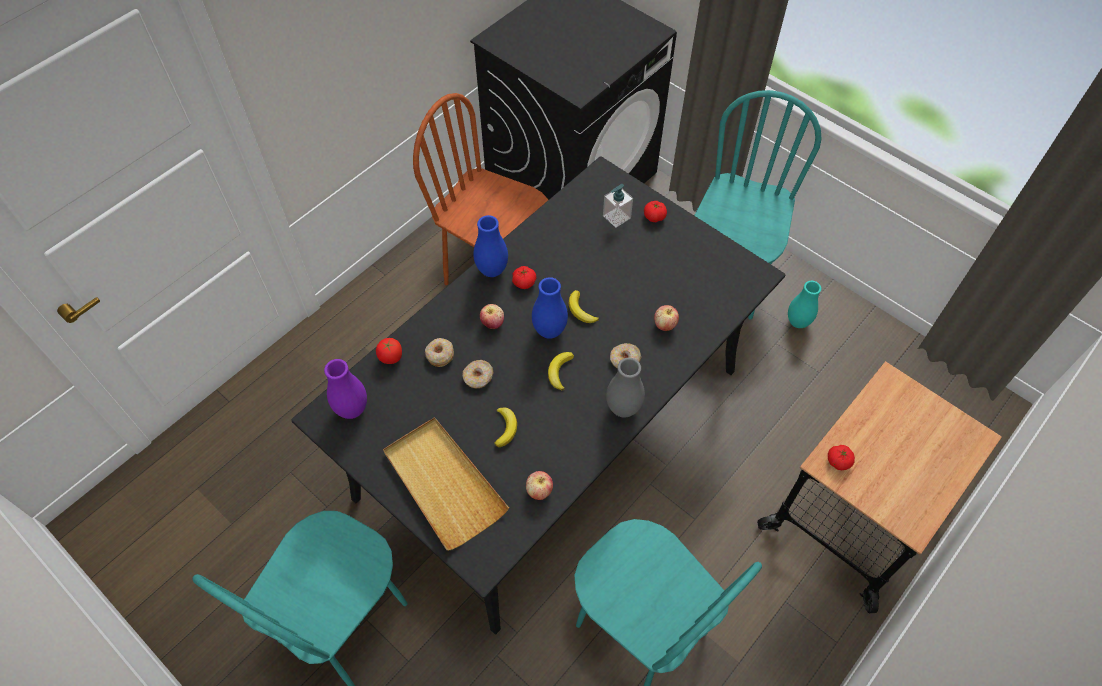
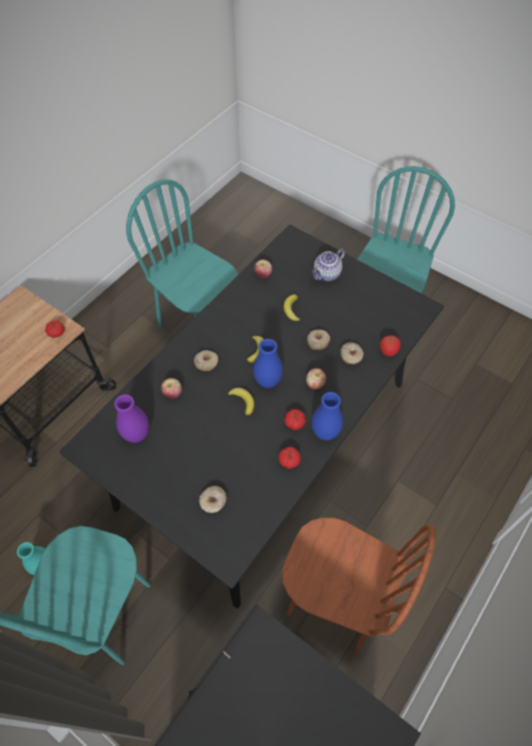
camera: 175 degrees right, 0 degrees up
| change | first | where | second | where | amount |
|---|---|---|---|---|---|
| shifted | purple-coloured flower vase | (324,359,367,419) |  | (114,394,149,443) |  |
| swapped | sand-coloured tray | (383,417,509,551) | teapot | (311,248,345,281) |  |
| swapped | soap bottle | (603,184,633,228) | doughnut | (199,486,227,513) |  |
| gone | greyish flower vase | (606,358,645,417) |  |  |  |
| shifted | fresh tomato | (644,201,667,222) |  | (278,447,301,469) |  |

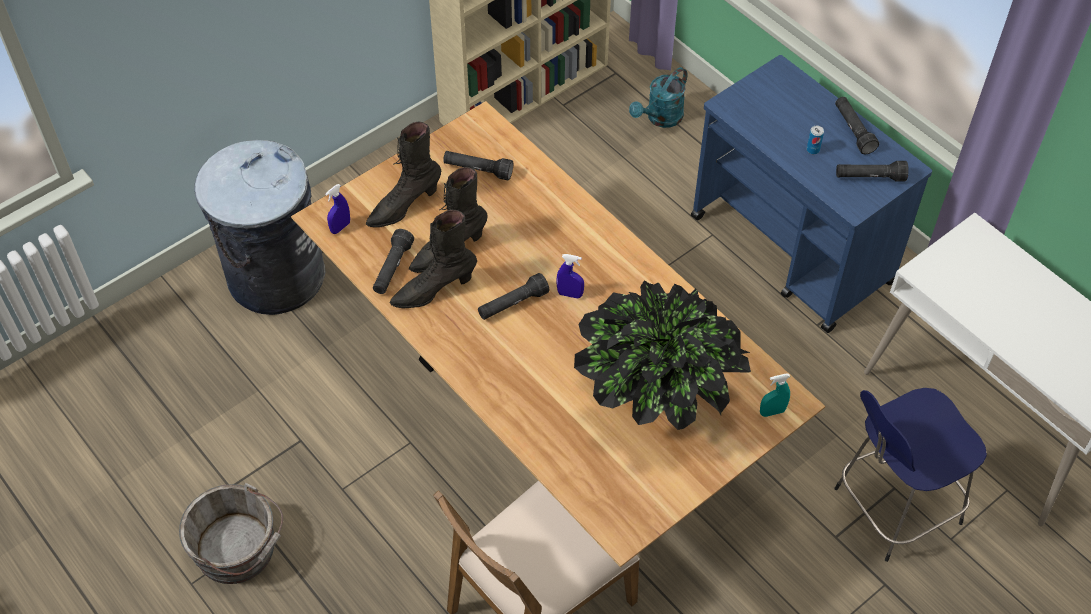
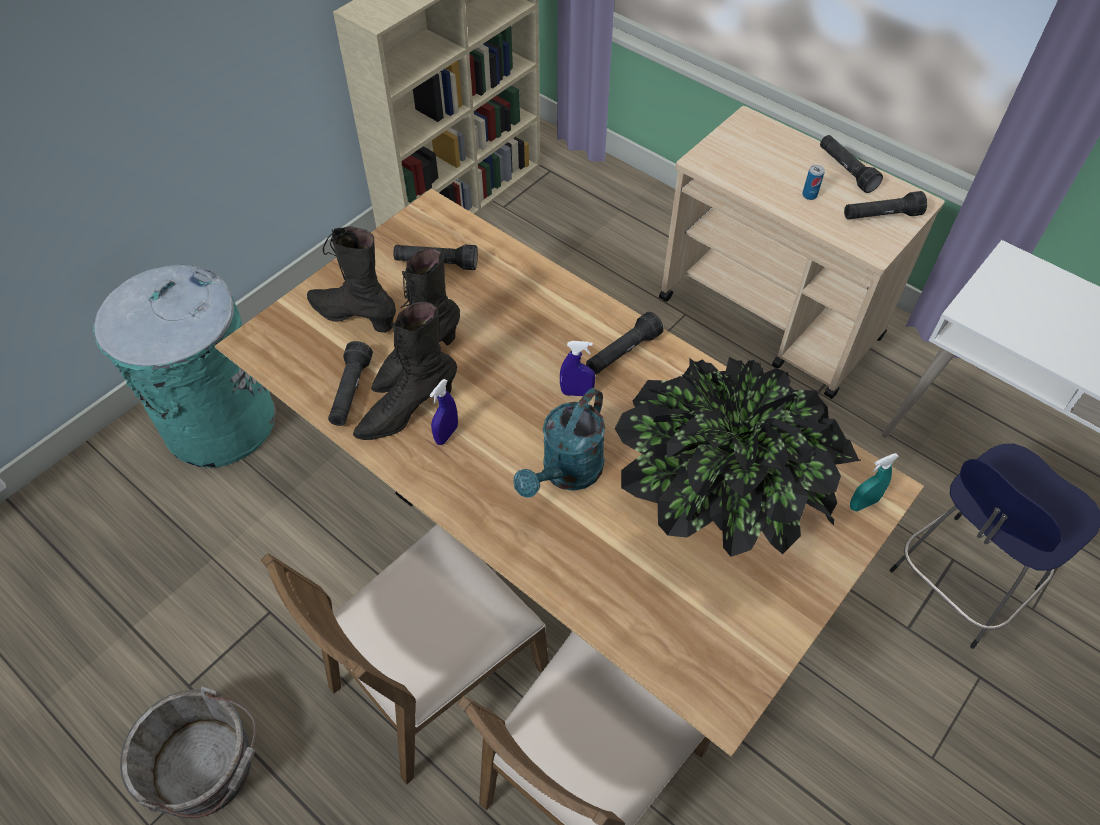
camera: 10 degrees left, 0 degrees up
| change | first | where | second | where | amount |
|---|---|---|---|---|---|
| repainted | greyish rubbish bin | (194,140,325,315) | turquoise rubbish bin | (93,265,276,468) |  |
| shifted | blue-coloured spray bottle | (325,184,350,234) |  | (430,379,458,445) |  |
| rotated | black boot | (366,121,441,228) |  | (307,226,396,333) | 75 degrees clockwise |
| shifted | black hand torch | (478,273,549,320) |  | (586,312,664,375) |  |
| shifted | turquoise watering can | (629,67,688,128) |  | (514,388,605,498) |  |
| repainted | blue-coloured cart | (691,55,932,333) | sand-coloured cart | (659,106,945,399) |  |
| new |  |  | brown chair | (261,524,549,785) |  |

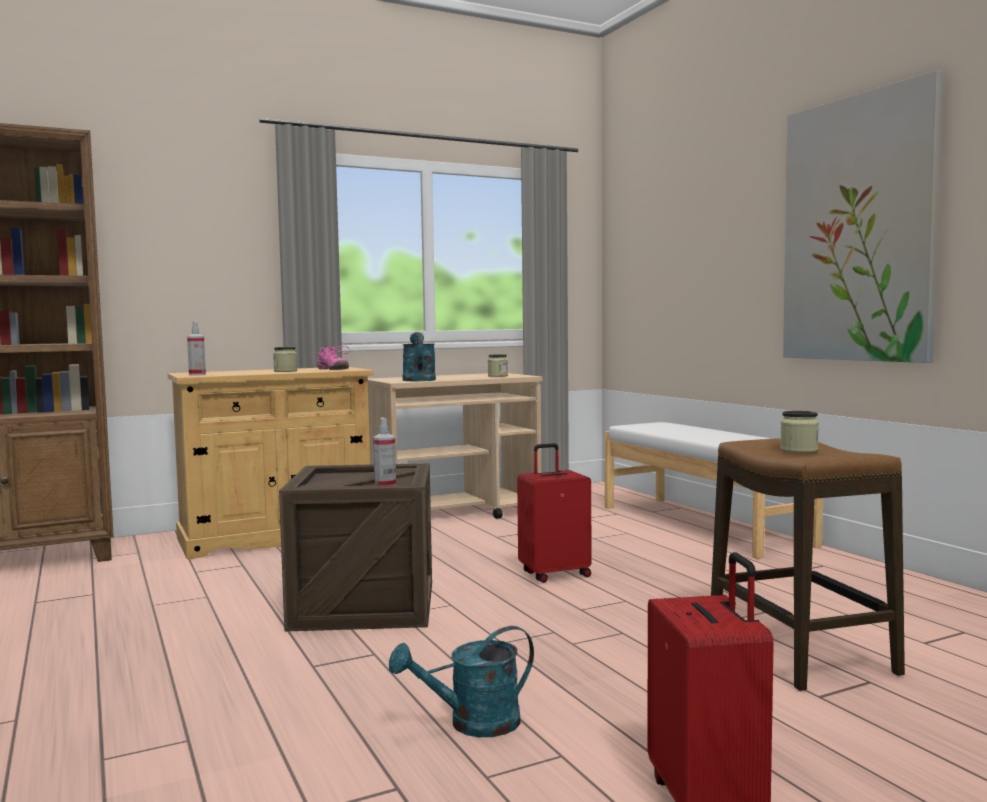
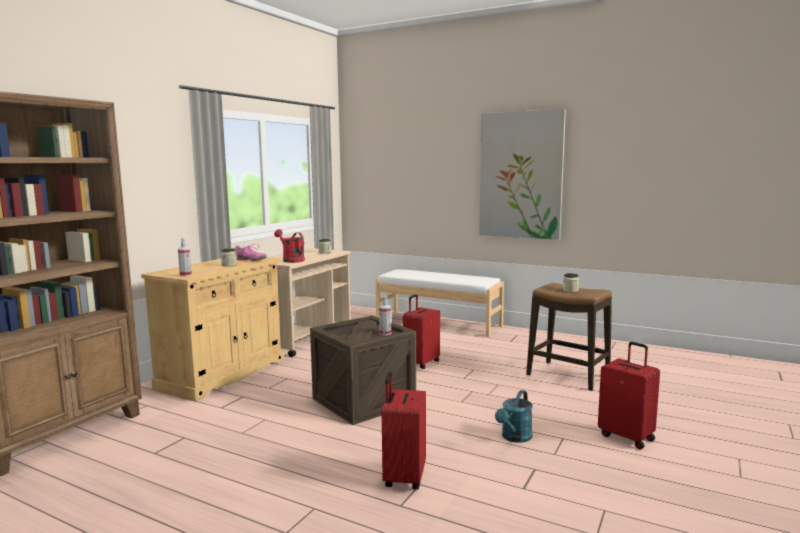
camera: 35 degrees left, 5 degrees up
| change | first | where | second | where | amount |
|---|---|---|---|---|---|
| repainted | turquoise watering can | (403,332,436,381) | red-coloured watering can | (274,229,305,263) |  |
| new |  |  | red-coloured travel case | (382,372,426,489) |  |

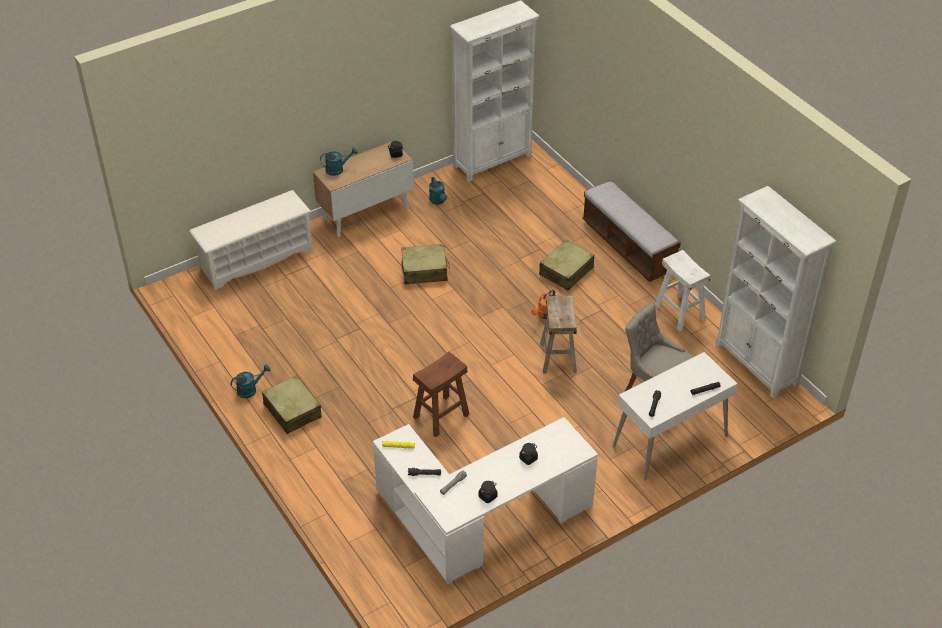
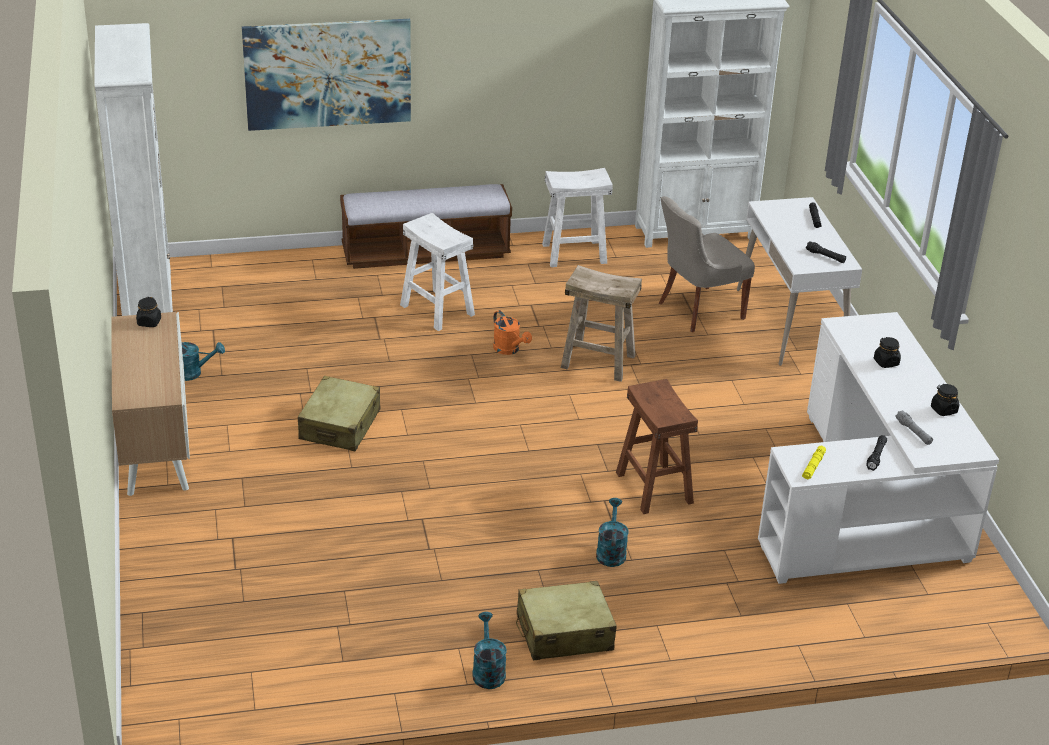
camera: 70 degrees left, 10 degrees down
| change | first | where | second | where | amount |
|---|---|---|---|---|---|
| gone | whitish shoe rack | (189,190,313,290) |  |  |  |
| shifted | turquoise watering can | (320,147,358,176) |  | (596,498,629,567) |  |
| swapped | sand-coloured travel case | (539,239,594,291) | whitish stool seat | (400,213,475,331) |  |
| new |  |  | picture | (242,19,411,131) |  |

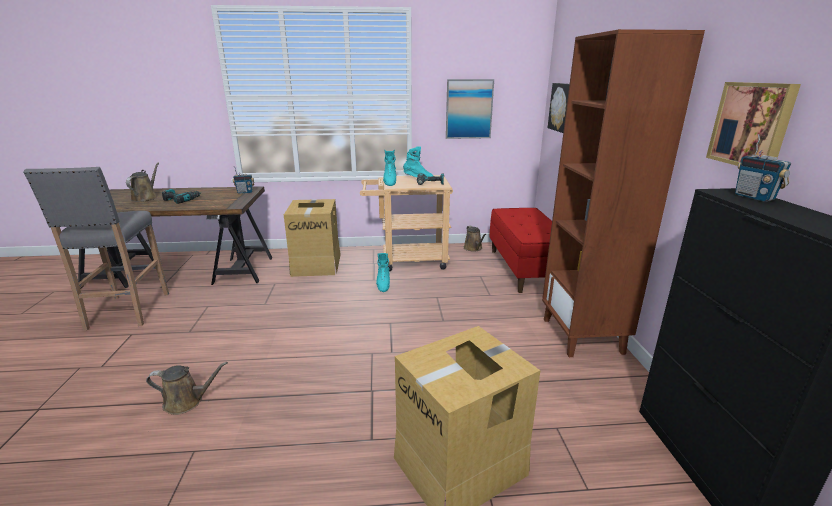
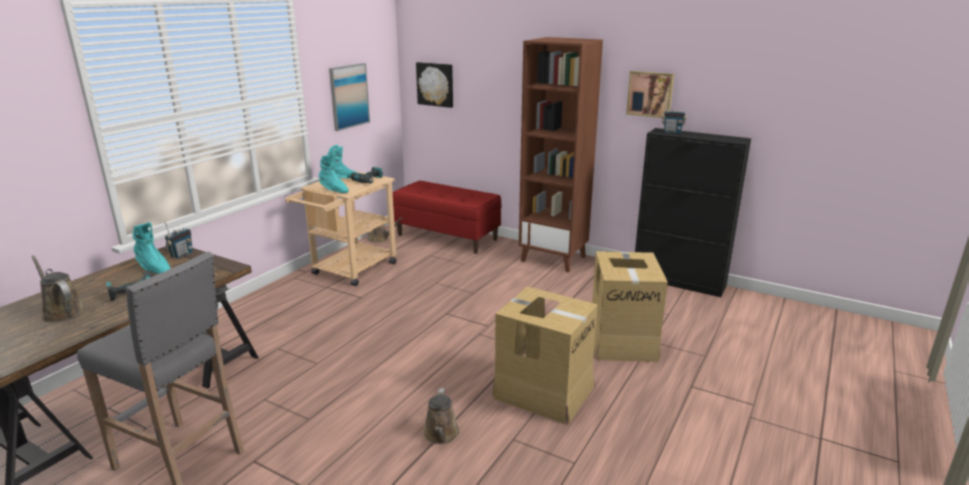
camera: 55 degrees left, 0 degrees up
| change | first | where | second | where | amount |
|---|---|---|---|---|---|
| rotated | brown watering can | (146,362,228,415) |  | (424,388,459,444) | 150 degrees clockwise |
| shifted | packing box | (284,199,341,277) |  | (492,286,598,424) |  |
| shifted | turquoise boot | (376,253,390,292) |  | (133,222,171,274) |  |

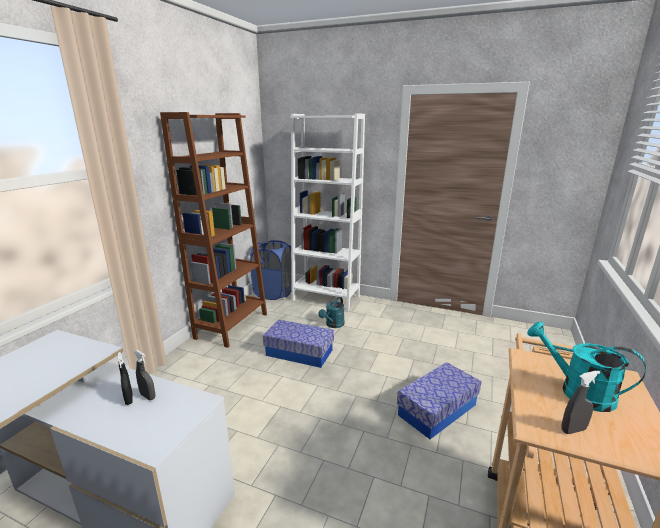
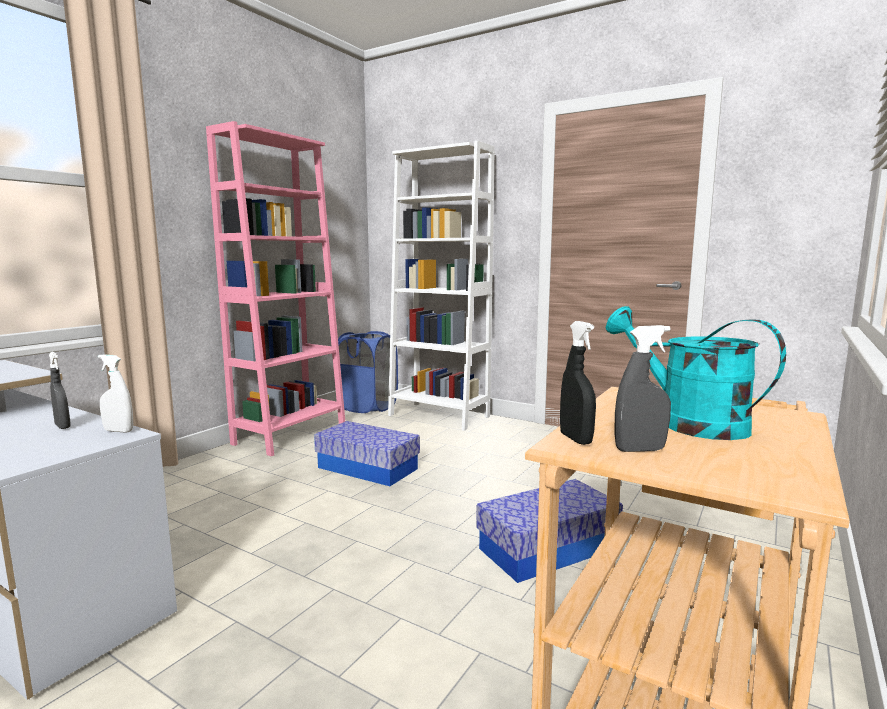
camera: 10 degrees right, 10 degrees down
| change | first | where | second | where | amount |
|---|---|---|---|---|---|
| shifted | black spray bottle | (117,352,133,405) |  | (560,321,596,445) |  |
| repainted | brown bookshelf | (160,112,267,348) | pinkish bookshelf | (206,121,345,456) |  |
| gone | turquoise watering can | (318,297,345,328) |  |  |  |
| new |  |  | whitish spray bottle | (98,354,133,433) |  |

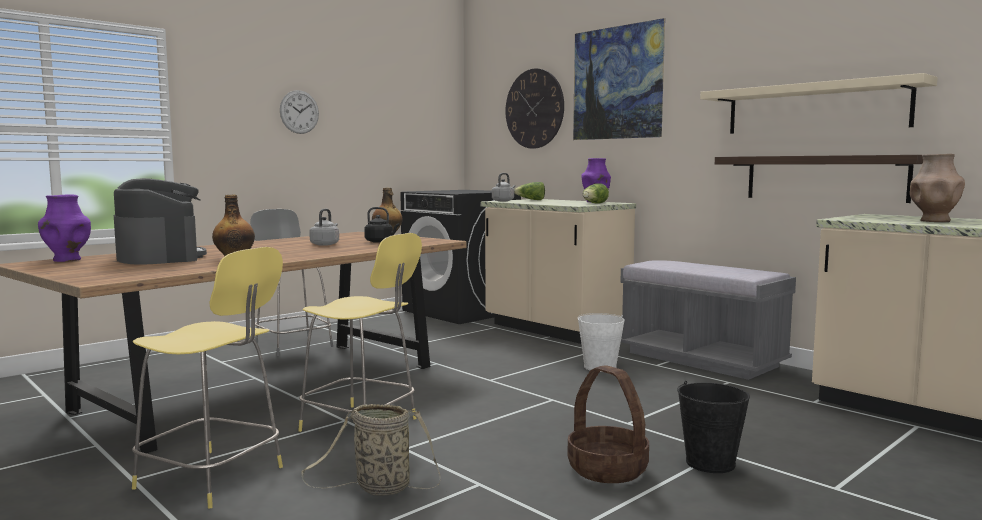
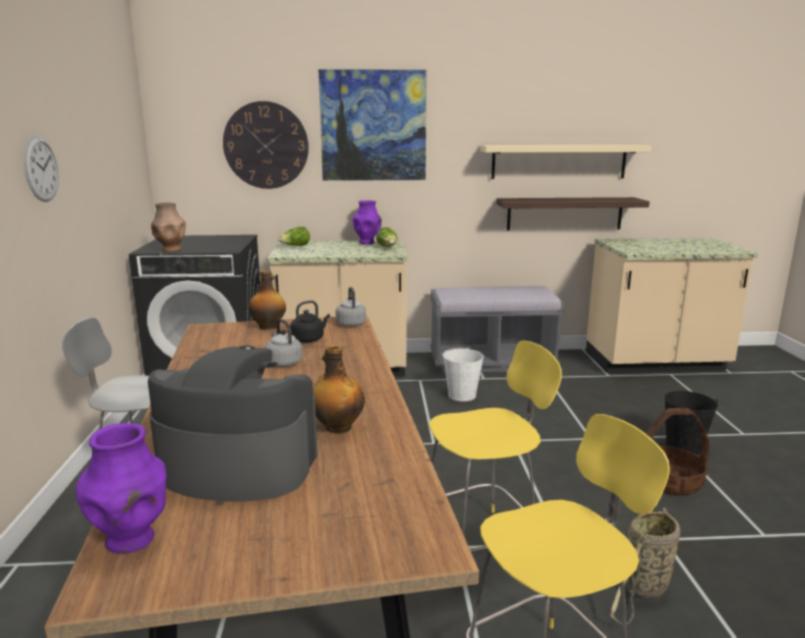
camera: 50 degrees left, 10 degrees up
| change | first | where | second | where | amount |
|---|---|---|---|---|---|
| shifted | greyish tea kettle | (492,173,515,201) |  | (336,287,366,327) |  |
| shifted | brown flower vase | (910,154,965,222) |  | (151,202,186,252) |  |

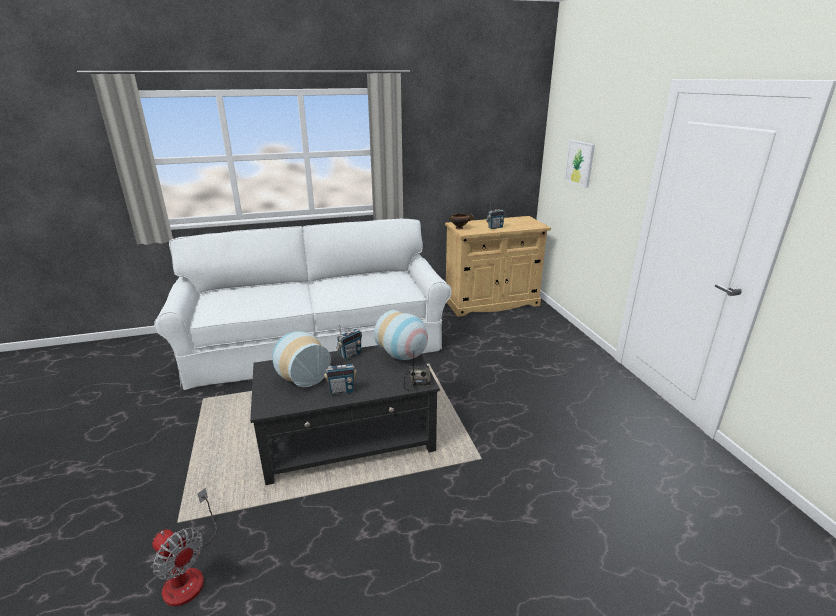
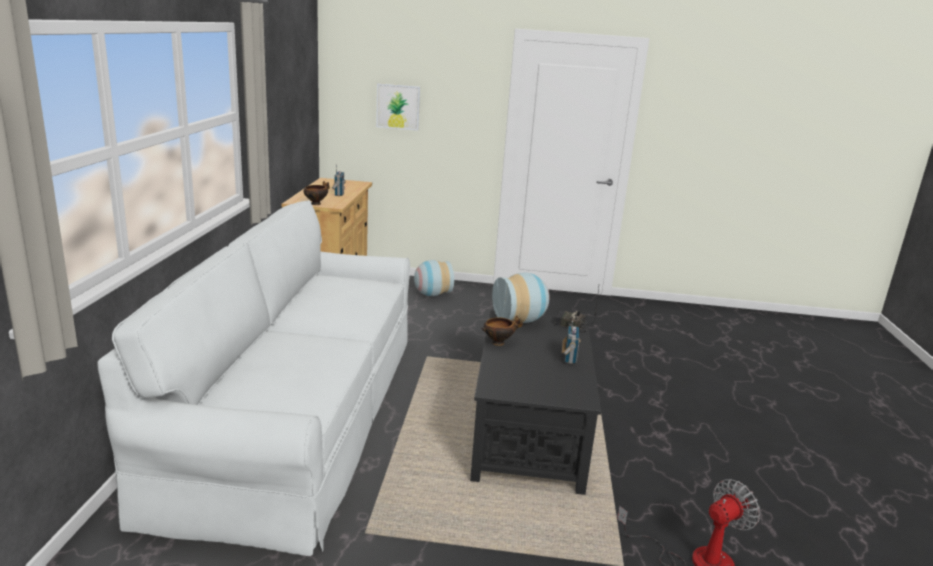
camera: 70 degrees left, 5 degrees down
| change | first | where | second | where | amount |
|---|---|---|---|---|---|
| shifted | flower vase | (272,331,331,387) |  | (414,260,454,296) |  |
| swapped | radio set | (336,324,362,360) | deep dish | (481,316,523,346) |  |

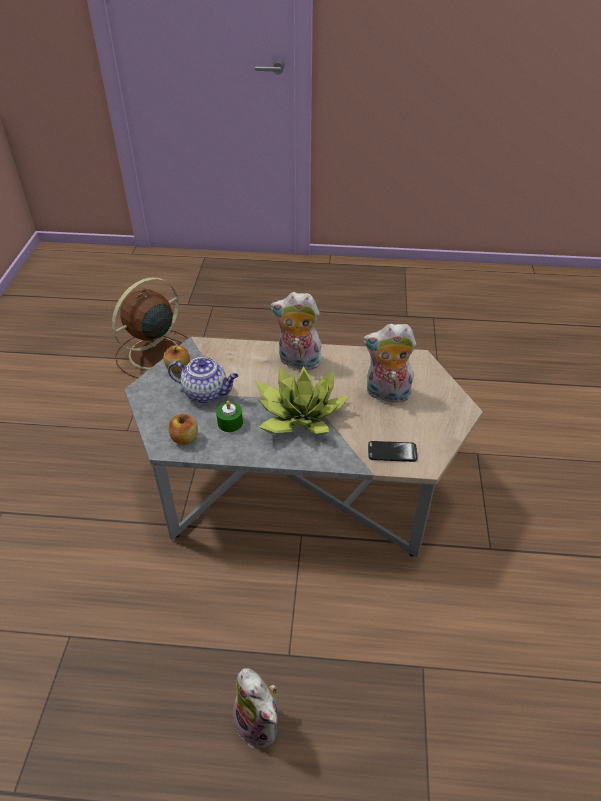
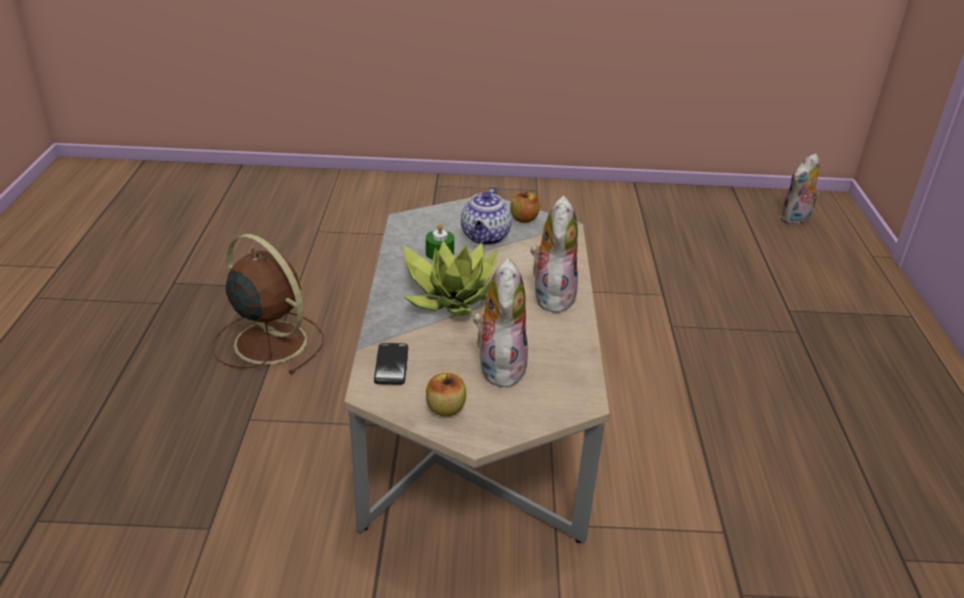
camera: 85 degrees right, 10 degrees down
| change | first | where | second | where | amount |
|---|---|---|---|---|---|
| shifted | brown electric fan | (112,277,188,378) |  | (212,234,323,374) |  |
| shifted | apple fruit | (169,414,198,445) |  | (426,373,466,417) |  |
| shifted | soft toy | (233,668,278,748) |  | (779,153,820,225) |  |

